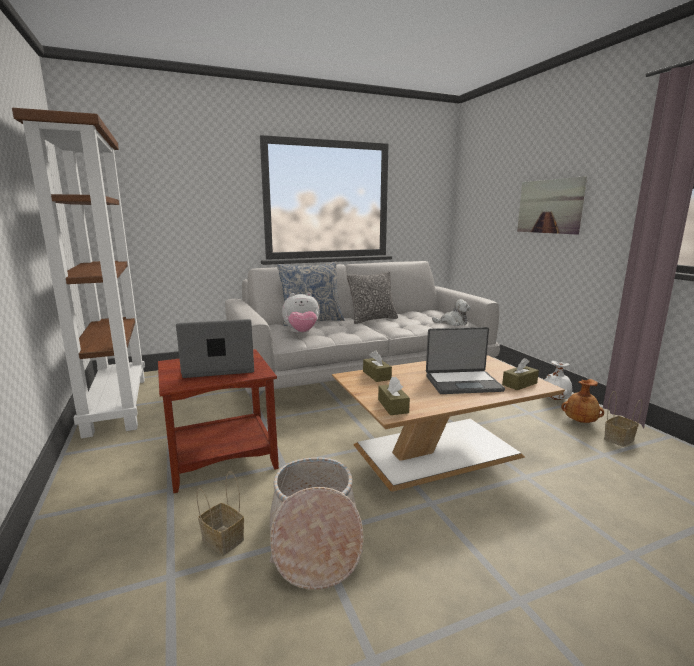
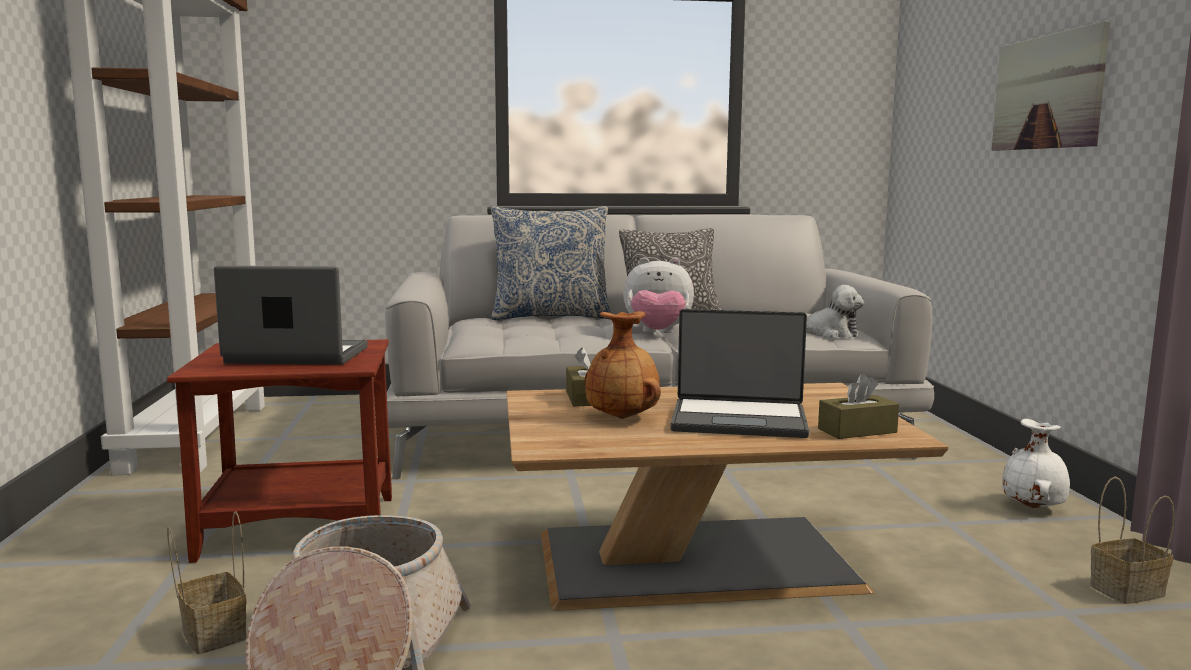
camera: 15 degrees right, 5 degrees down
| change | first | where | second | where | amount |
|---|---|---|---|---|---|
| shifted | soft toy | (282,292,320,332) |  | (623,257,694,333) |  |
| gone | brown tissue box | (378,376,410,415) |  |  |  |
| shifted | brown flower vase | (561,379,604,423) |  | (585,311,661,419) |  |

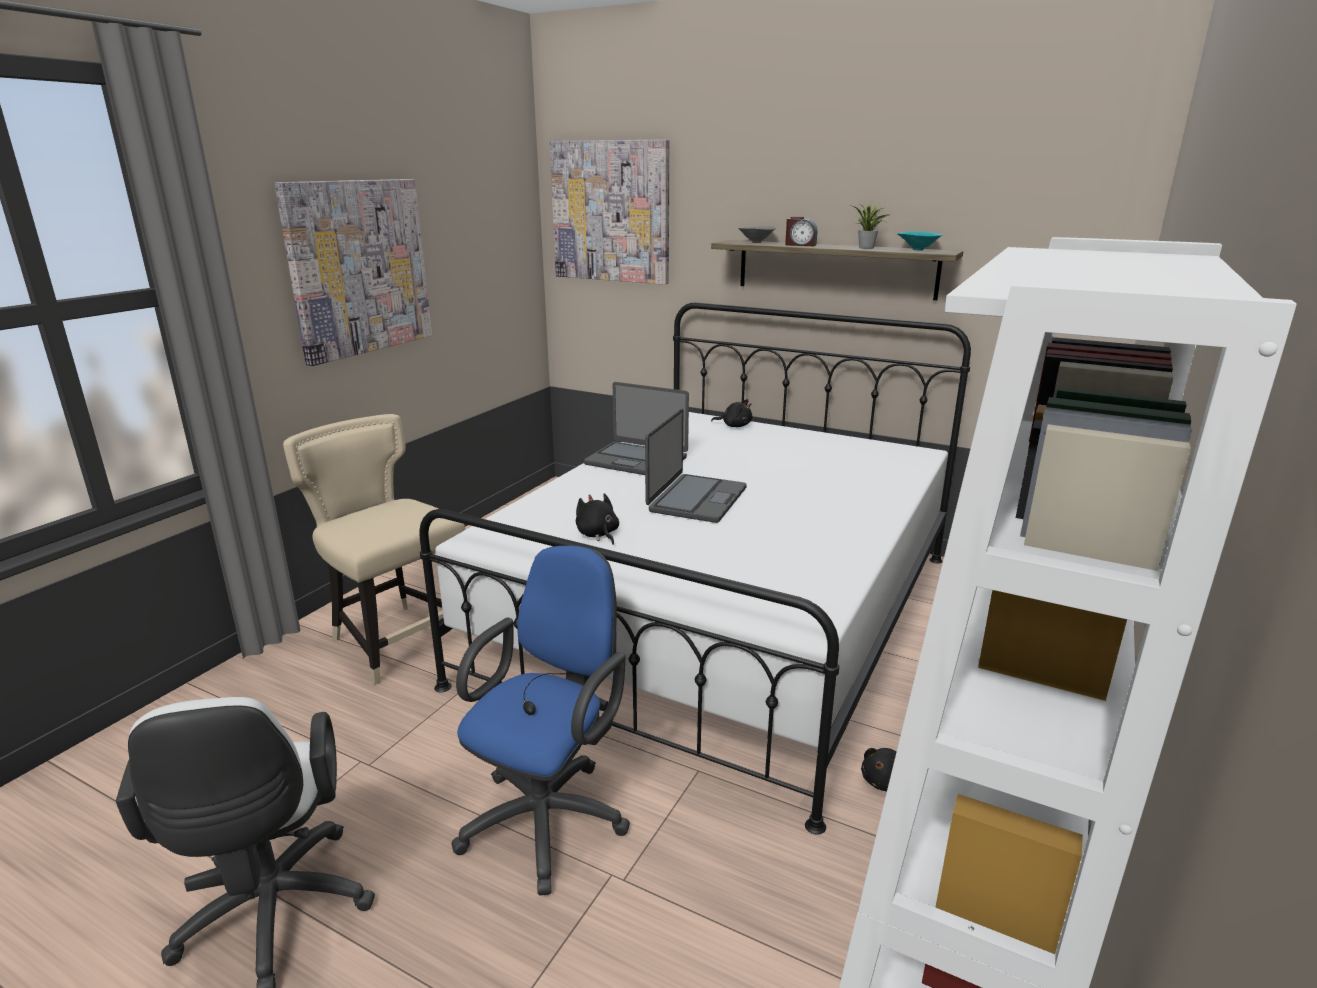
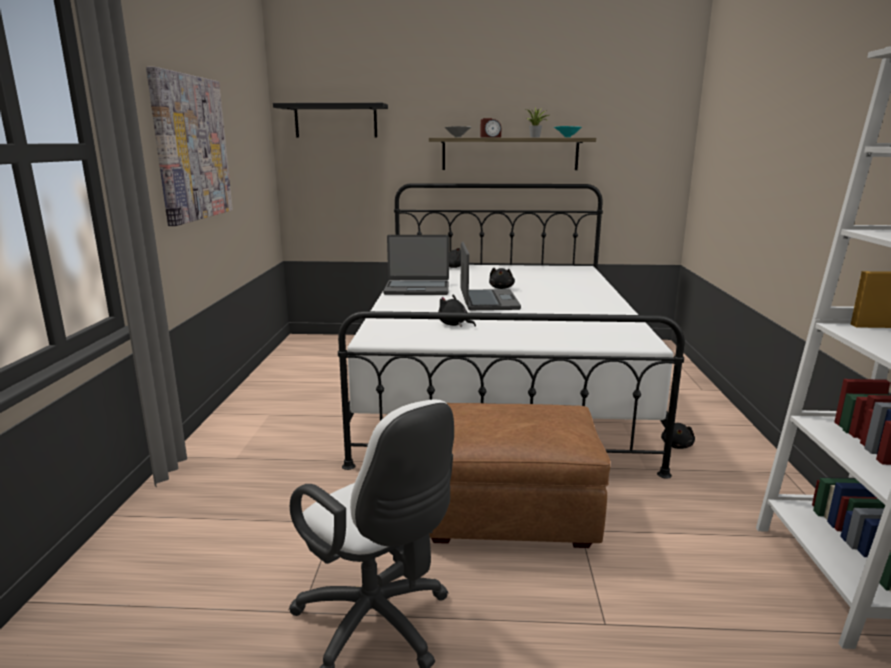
camera: 25 degrees left, 5 degrees down
| change | first | where | second | where | amount |
|---|---|---|---|---|---|
| gone | sand-coloured chair | (283,414,472,685) |  |  |  |
| swapped | blue-coloured office chair | (451,546,630,895) | brown ottoman | (429,403,611,548) |  |
| swapped | picture | (549,139,669,285) | black wall shelf | (273,103,388,137) |  |
| new |  |  | black soft toy | (489,268,515,289) |  |

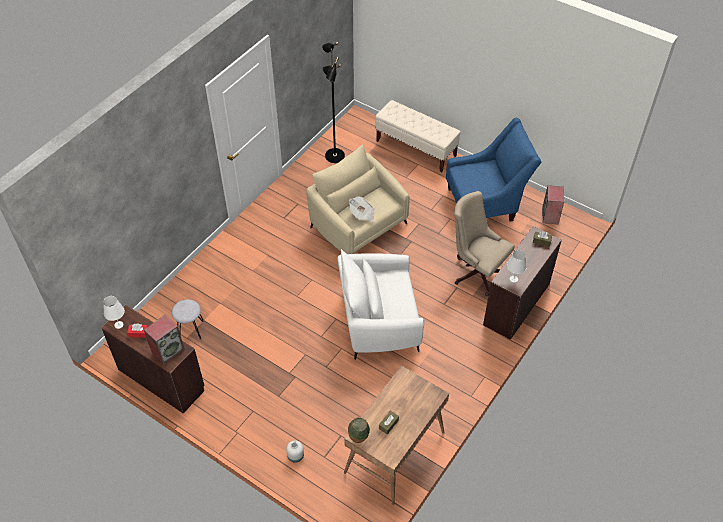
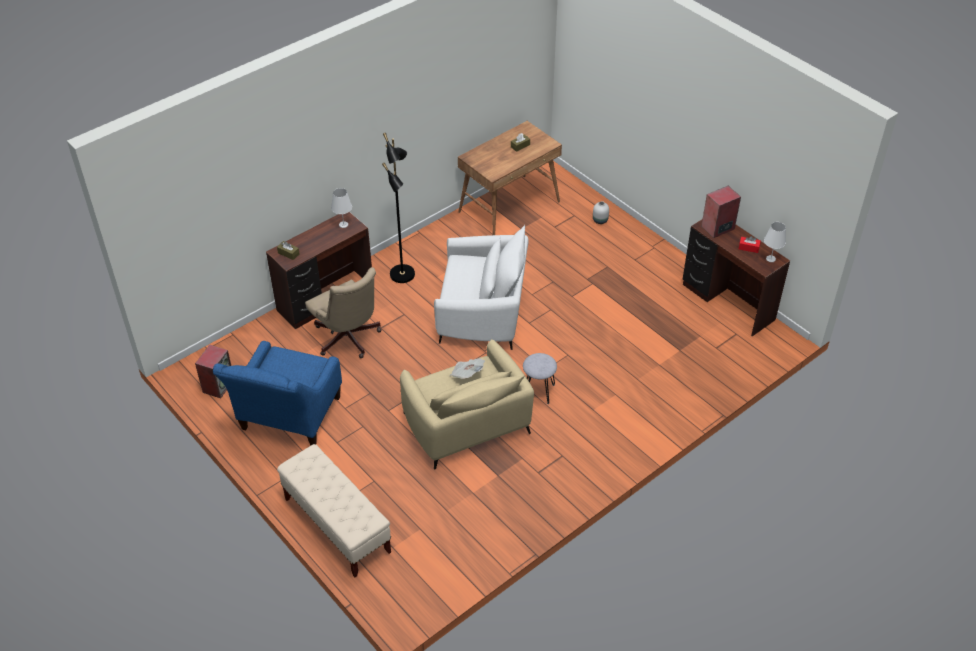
camera: 165 degrees left, 5 degrees down
| change | first | where | second | where | amount |
|---|---|---|---|---|---|
| shifted | greyish stool seat | (172,299,204,339) |  | (523,353,557,404) |  |
| shifted | black floor lamp | (322,42,345,163) |  | (382,133,415,283) |  |
| gone | flower vase | (348,417,370,443) |  |  |  |
| rotated | blue-coloured easy chair | (446,117,541,221) |  | (213,341,342,446) | 75 degrees counterclockwise |

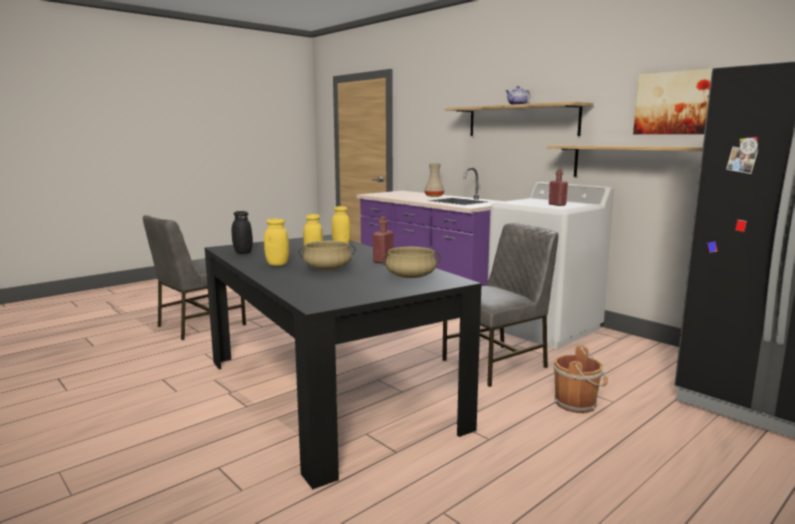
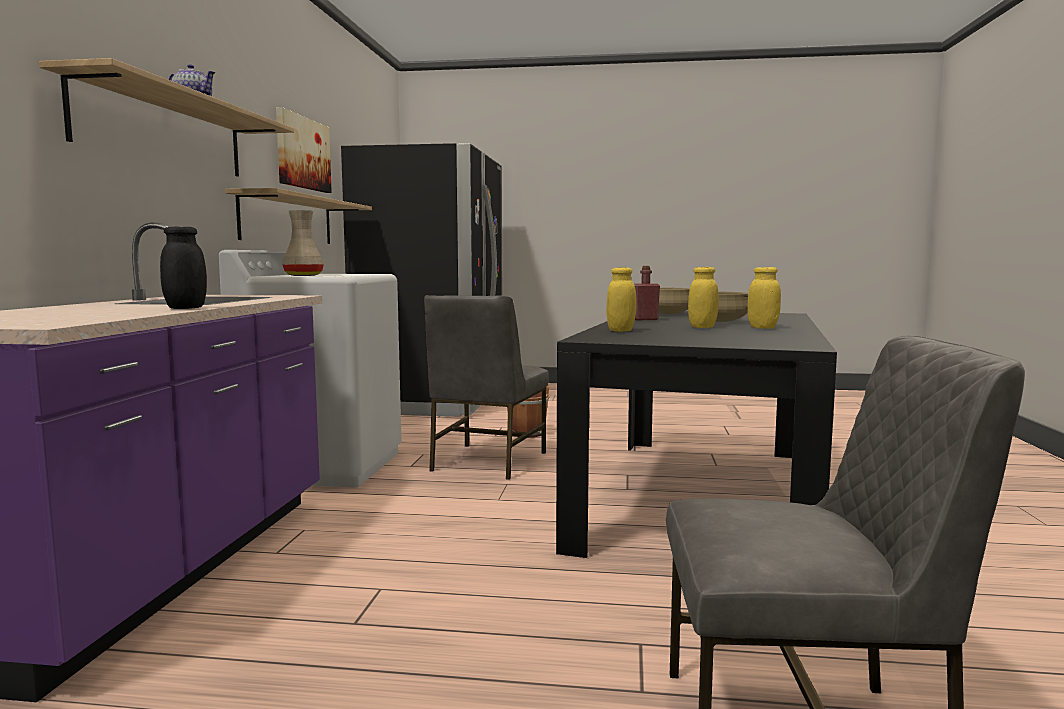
camera: 130 degrees left, 5 degrees down
| change | first | where | second | where | amount |
|---|---|---|---|---|---|
| shifted | black jar | (232,211,253,254) |  | (160,227,207,309) |  |
| shifted | sand-coloured flower vase | (424,163,444,197) |  | (282,210,324,276) |  |
| rotated | greyish chair | (442,223,558,387) |  | (424,295,549,480) | 90 degrees counterclockwise |
| gone | red-coloured beverage bottle | (549,169,568,206) |  |  |  |

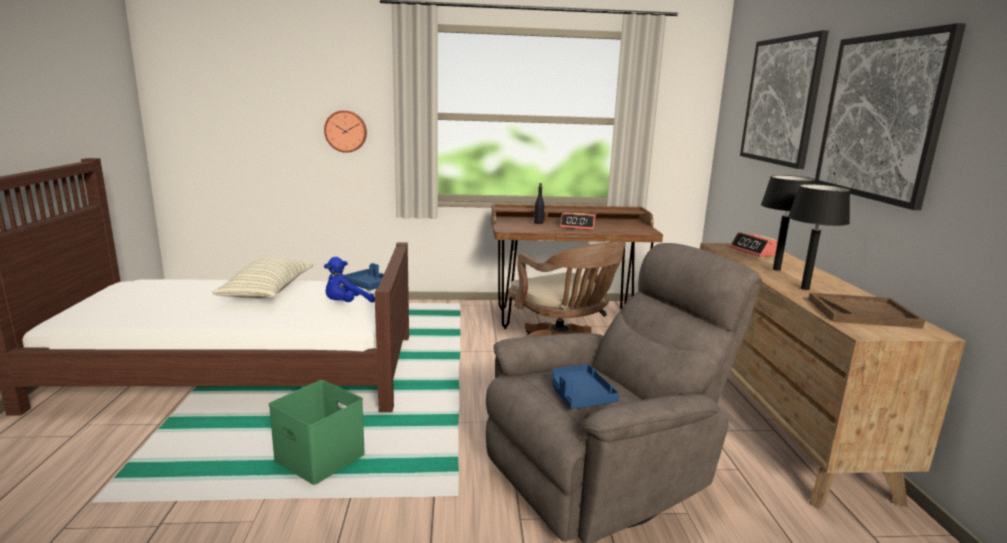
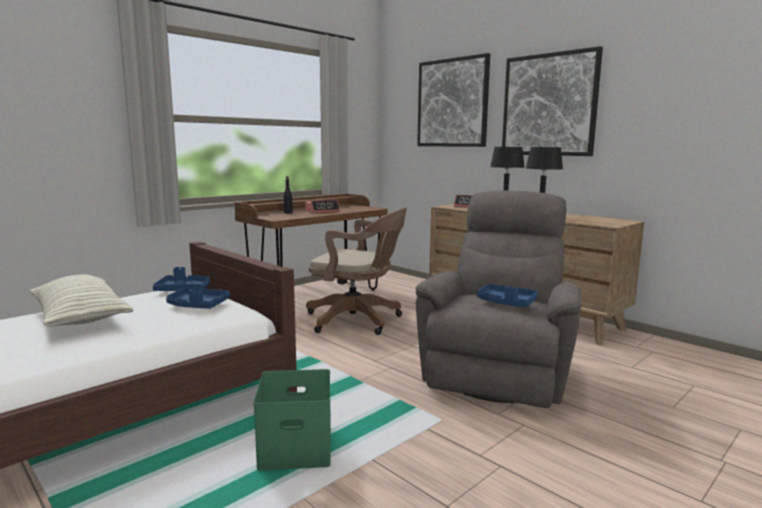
camera: 40 degrees left, 5 degrees down
| change | first | where | second | where | amount |
|---|---|---|---|---|---|
| gone | clock on the wall | (324,110,367,153) |  |  |  |
| swapped | blue-coloured soft toy | (324,257,375,303) | blue-coloured tray | (166,288,230,309) |  |
| gone | brown tray | (808,293,925,328) |  |  |  |

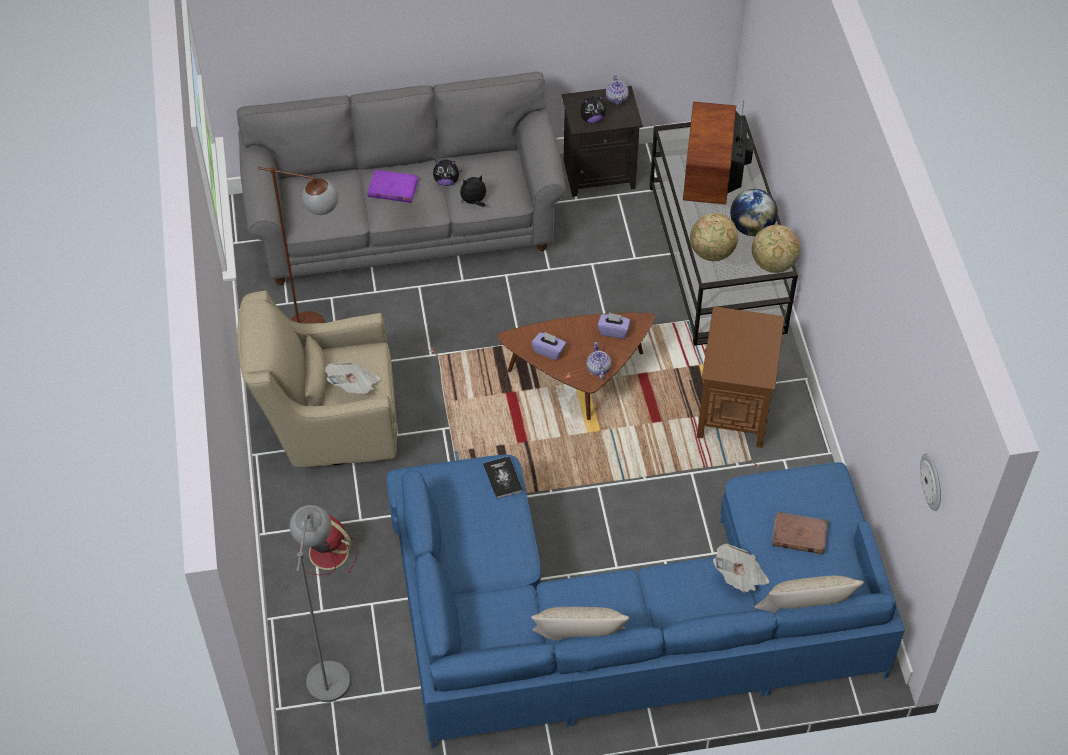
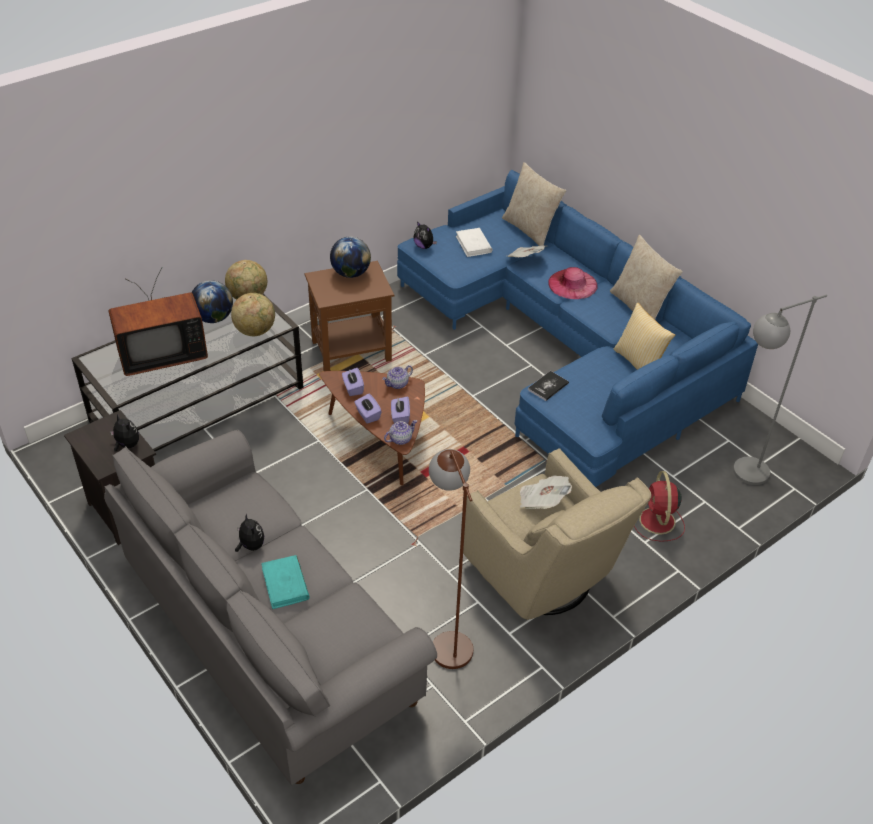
camera: 120 degrees left, 10 degrees down
| change | first | where | second | where | amount |
|---|---|---|---|---|---|
| repainted | purple-coloured book | (368,170,419,203) | turquoise book | (261,555,310,609) |  |
| shifted | soft toy | (460,175,486,207) |  | (413,221,437,249) |  |
| shifted | teapot | (606,75,629,105) |  | (384,420,417,445) |  |
| repainted | brown book | (772,512,828,554) | whitish book | (456,228,492,257) |  |
| gone | clock on the wall | (920,453,941,511) |  |  |  |
| new |  |  | world globe | (330,236,371,278) |  |
| new |  |  | purple-coloured tissue box | (354,393,382,424) |  |
| new |  |  | pinkish hat | (548,267,598,299) |  |
| new |  |  | throw pillow | (614,303,675,370) |  |

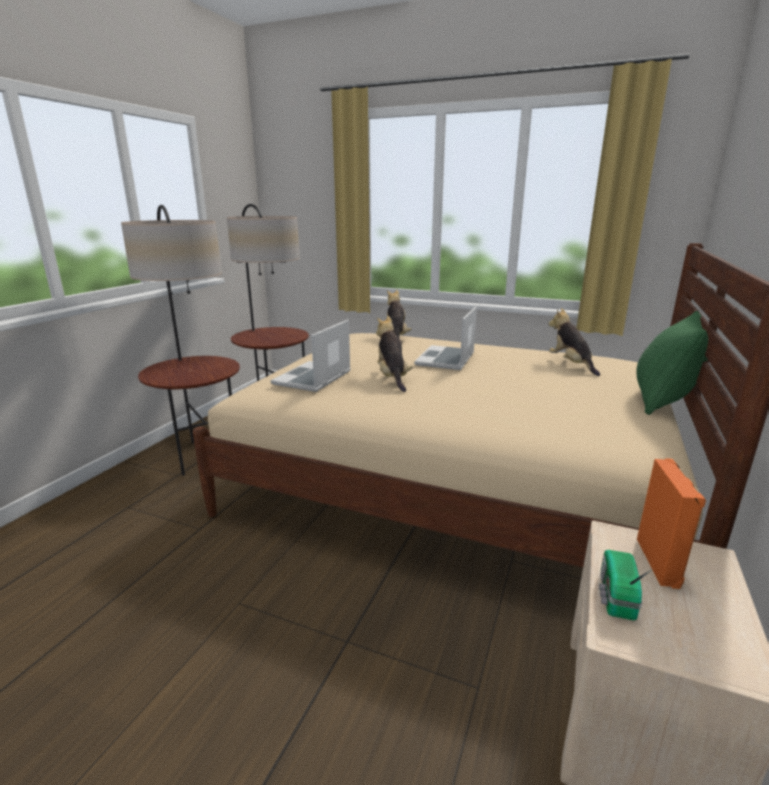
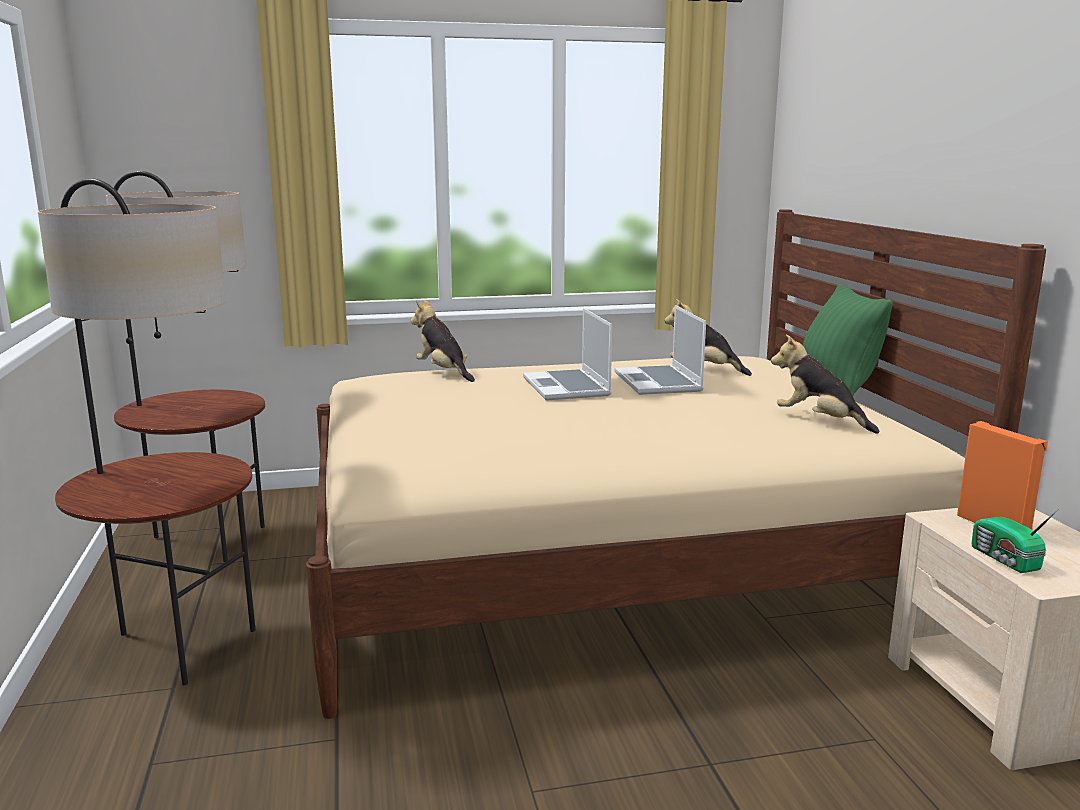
camera: 35 degrees left, 5 degrees down
| change | first | where | second | where | amount |
|---|---|---|---|---|---|
| shifted | notebook computer | (270,319,351,392) |  | (614,305,706,395) |  |
| shifted | soft toy | (376,316,413,392) |  | (771,334,879,434) |  |

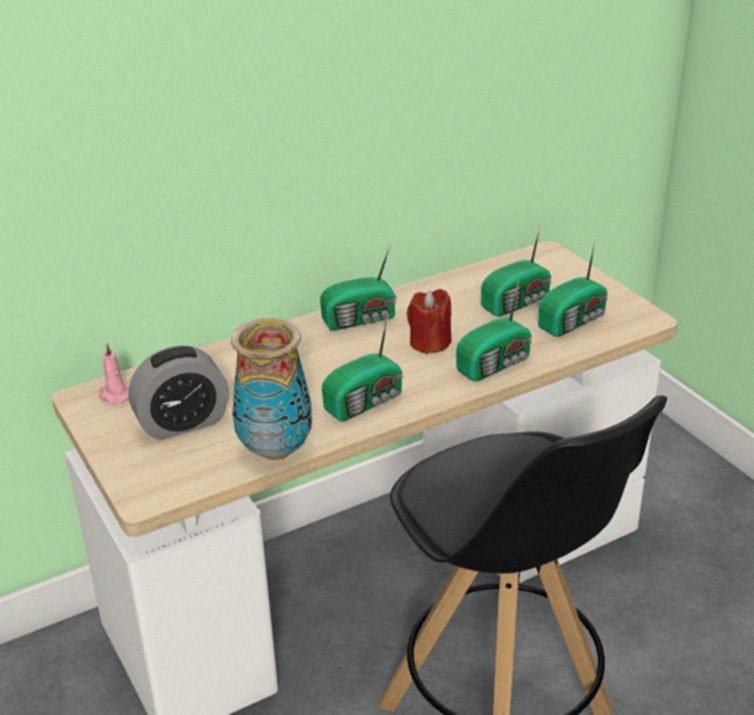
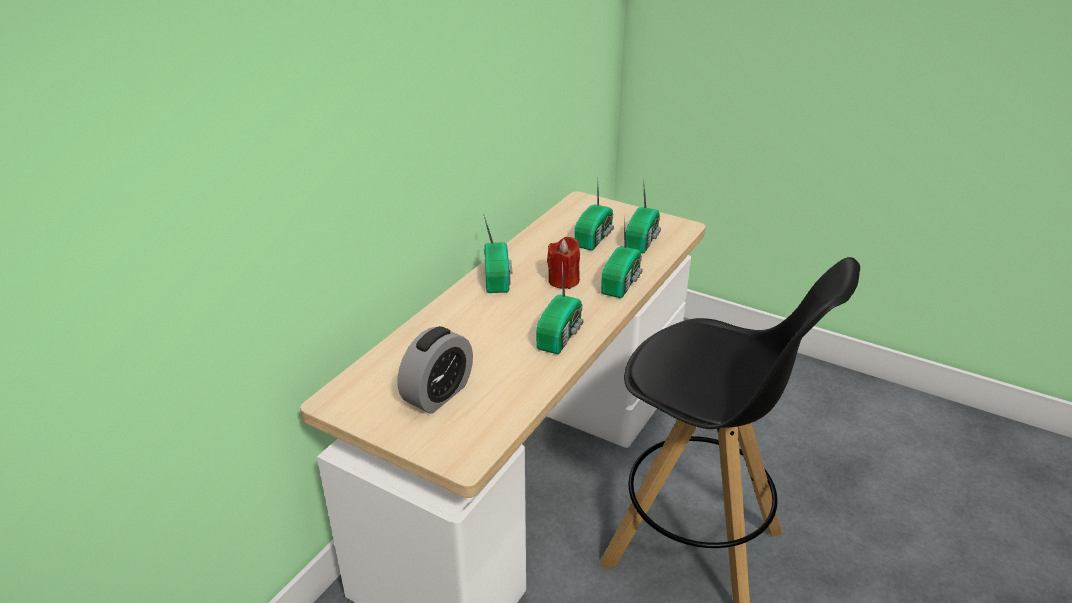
camera: 30 degrees left, 0 degrees up
| change | first | where | second | where | amount |
|---|---|---|---|---|---|
| gone | pinkish candle | (99,343,129,404) |  |  |  |
| gone | flower vase | (231,318,312,460) |  |  |  |
| rotated | radio set | (320,243,396,331) |  | (483,213,512,293) | 45 degrees counterclockwise |

